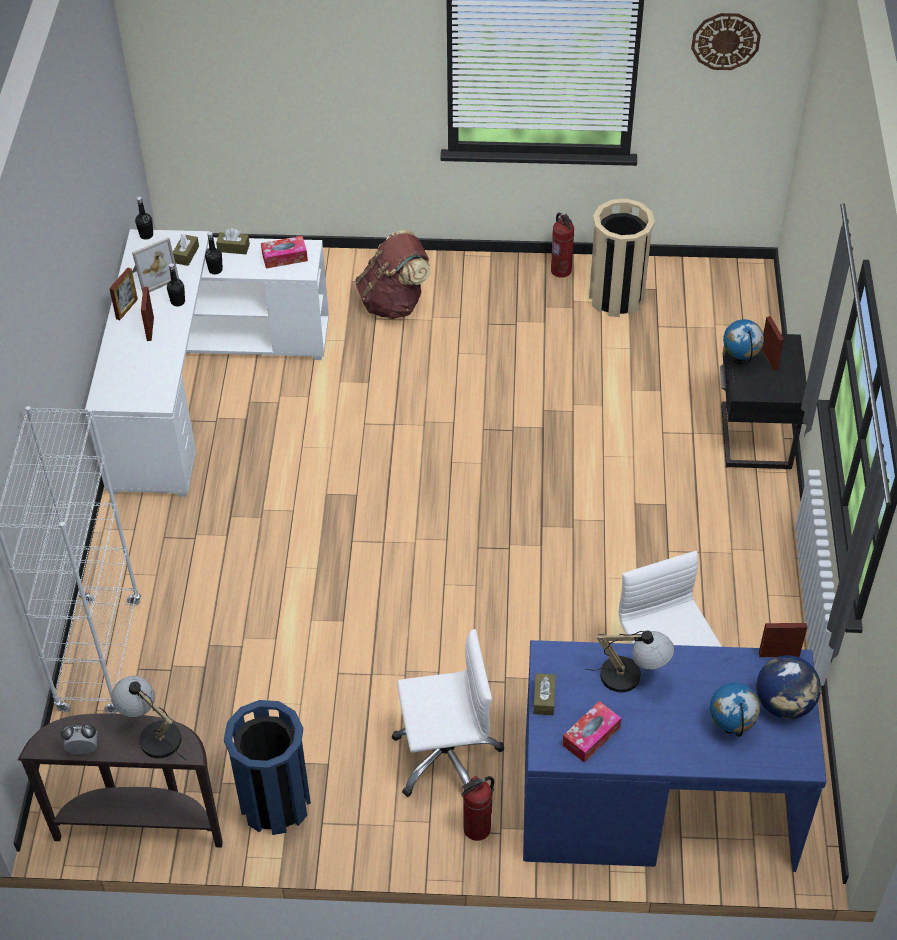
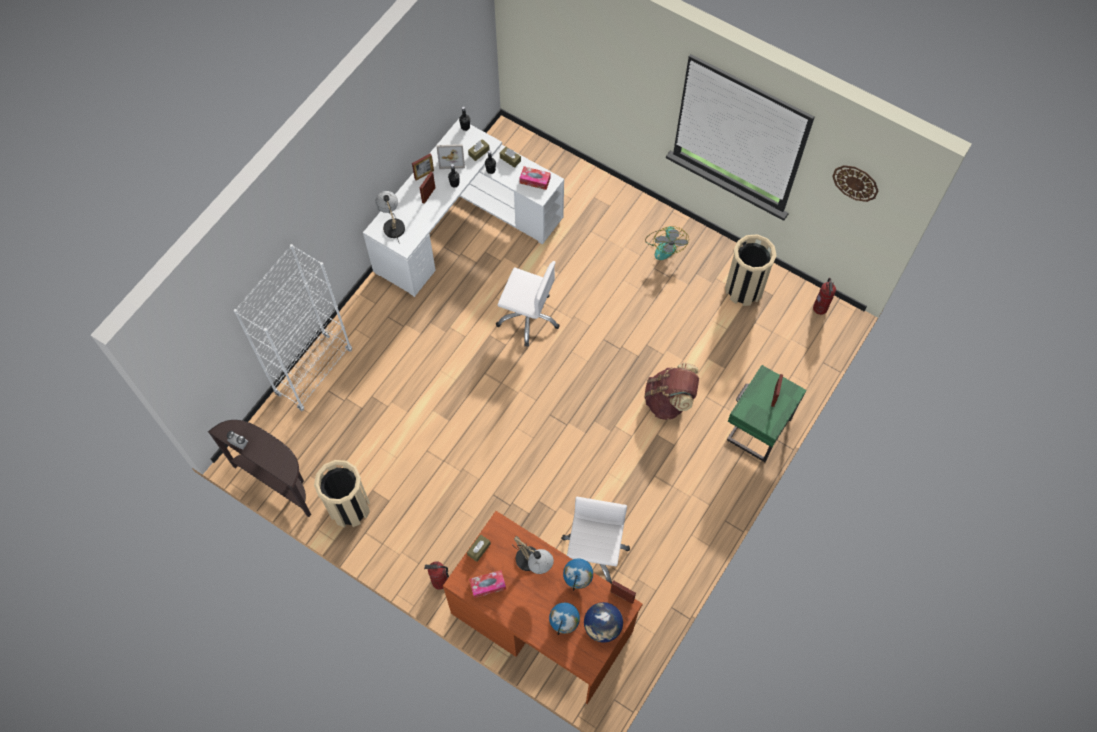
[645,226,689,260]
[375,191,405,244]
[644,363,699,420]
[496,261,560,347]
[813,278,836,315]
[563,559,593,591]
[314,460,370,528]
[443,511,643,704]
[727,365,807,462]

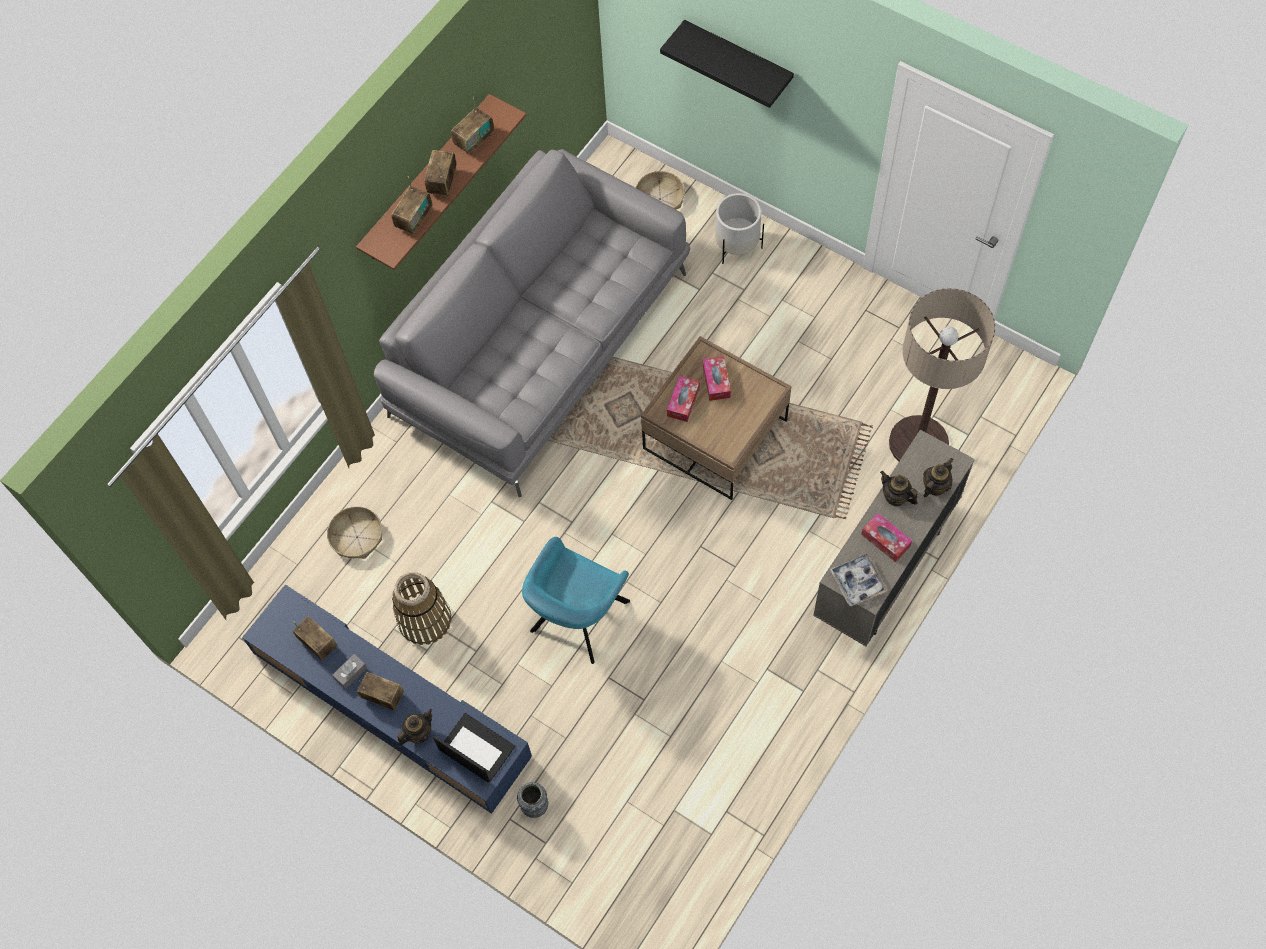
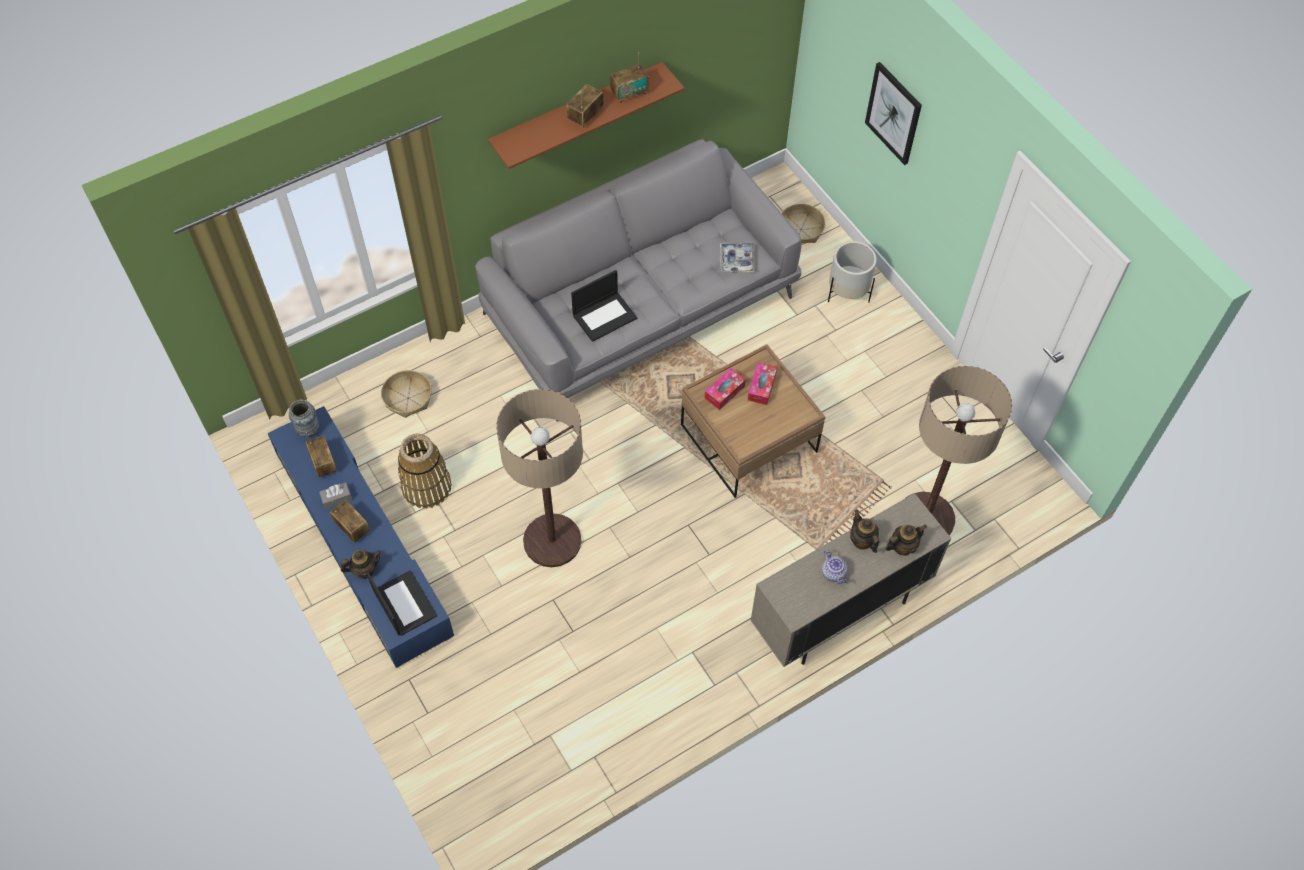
[391,176,432,235] (first image)
[571,270,637,342]
[289,400,319,437]
[720,243,755,273]
[496,389,583,567]
[865,62,922,165]
[822,550,847,584]

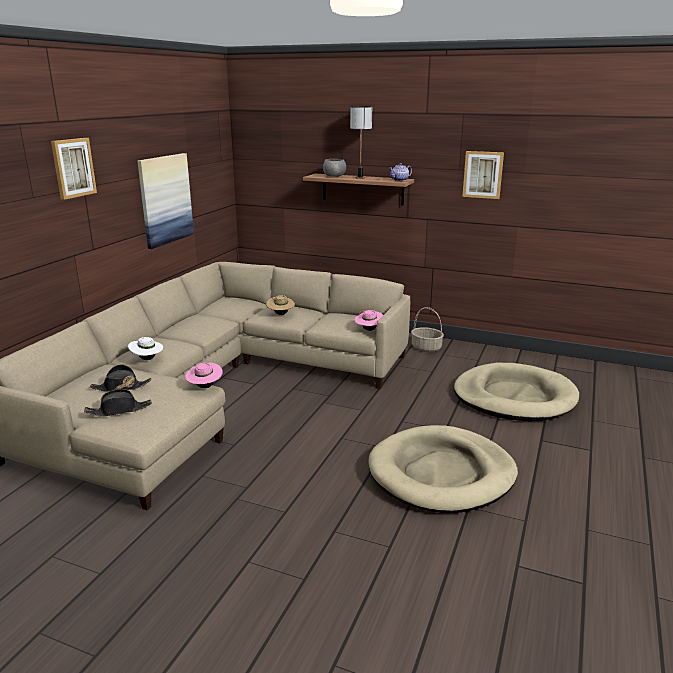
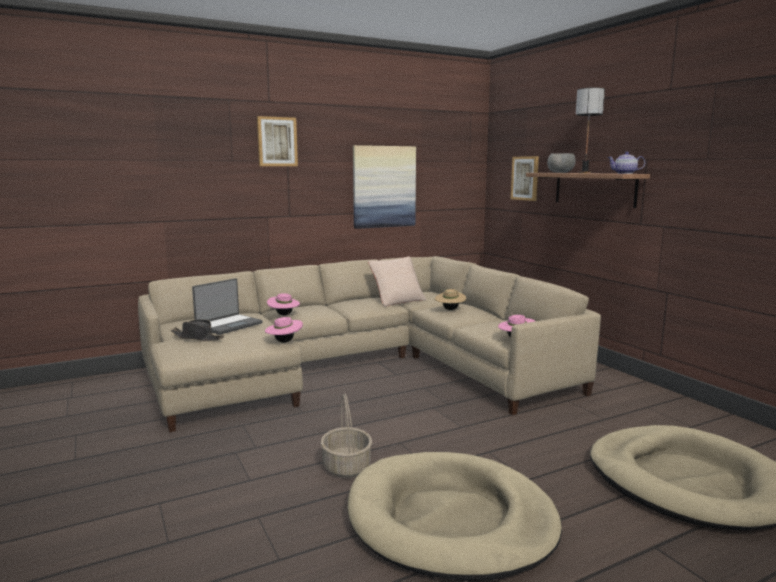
[368,256,426,307]
[320,393,372,478]
[511,156,539,201]
[192,278,263,335]
[267,293,300,315]

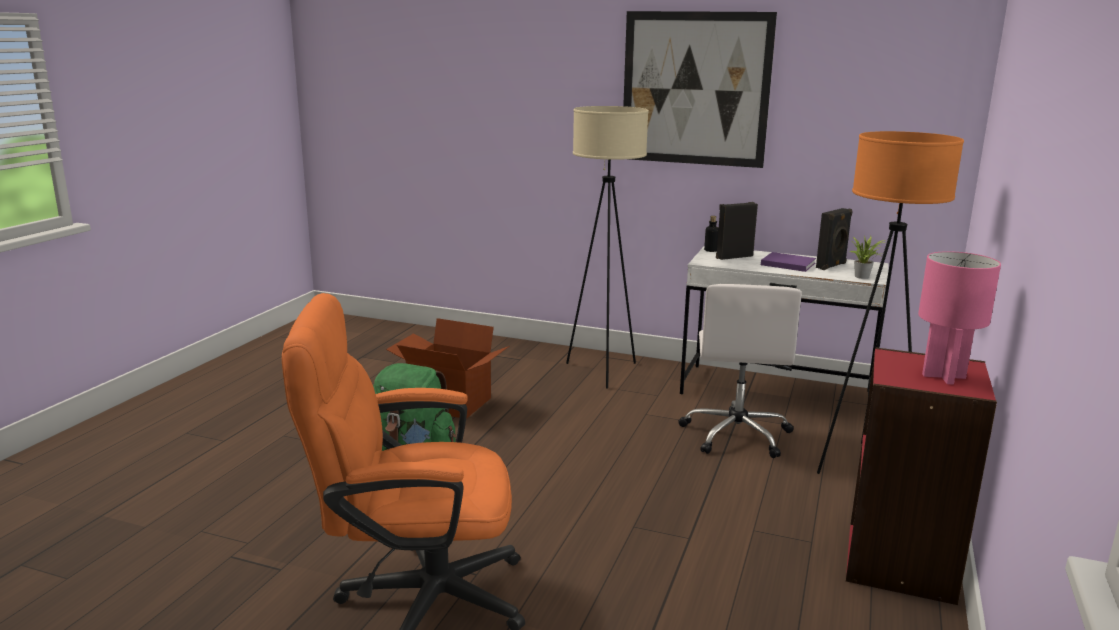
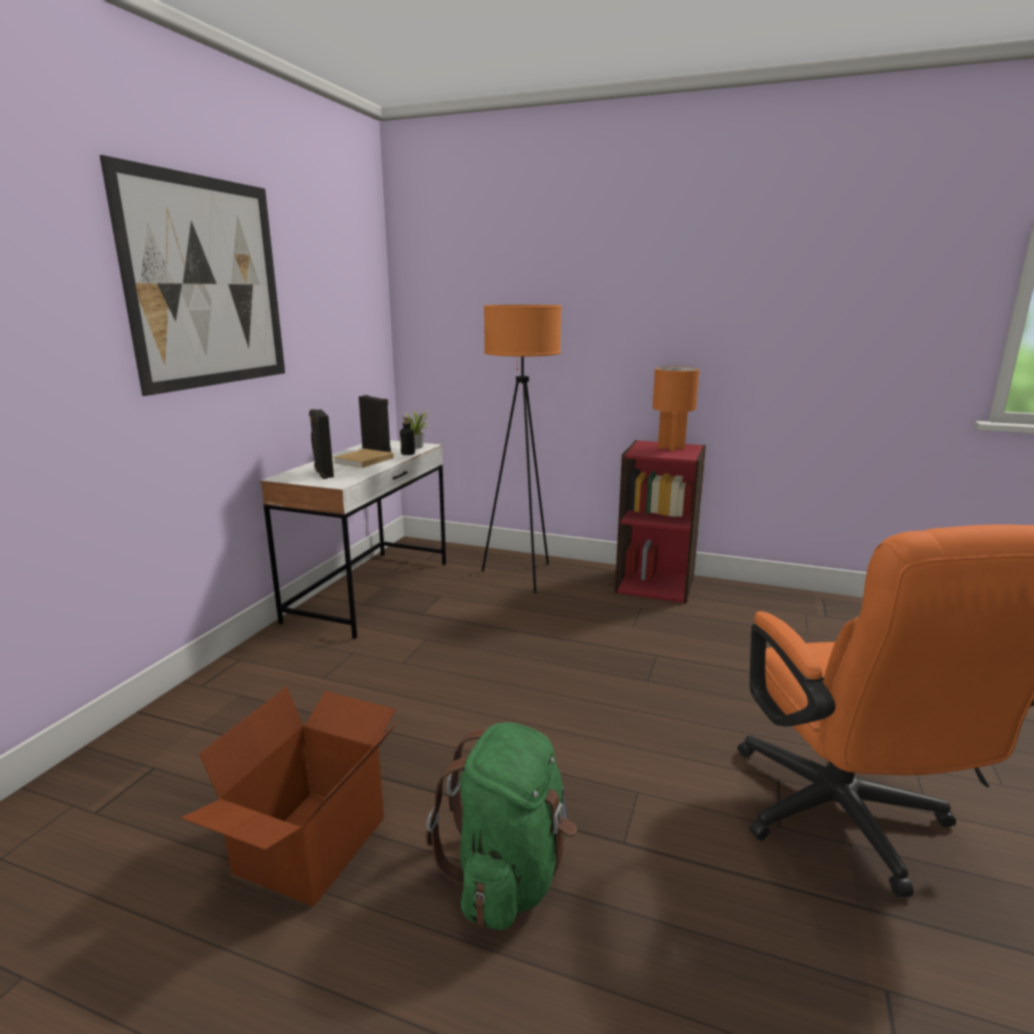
[566,106,649,389] (first image)
[679,284,802,458] (first image)
[400,417,415,455]
[333,449,394,468]
[653,366,699,451]

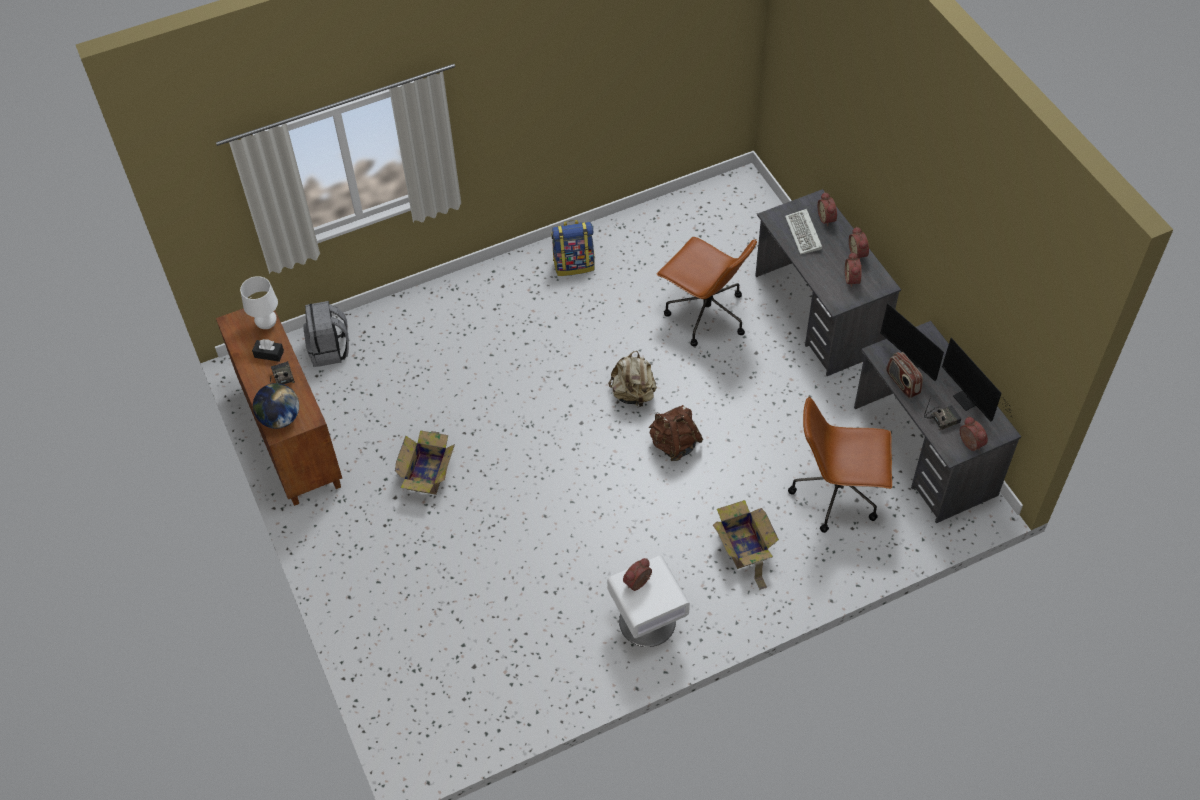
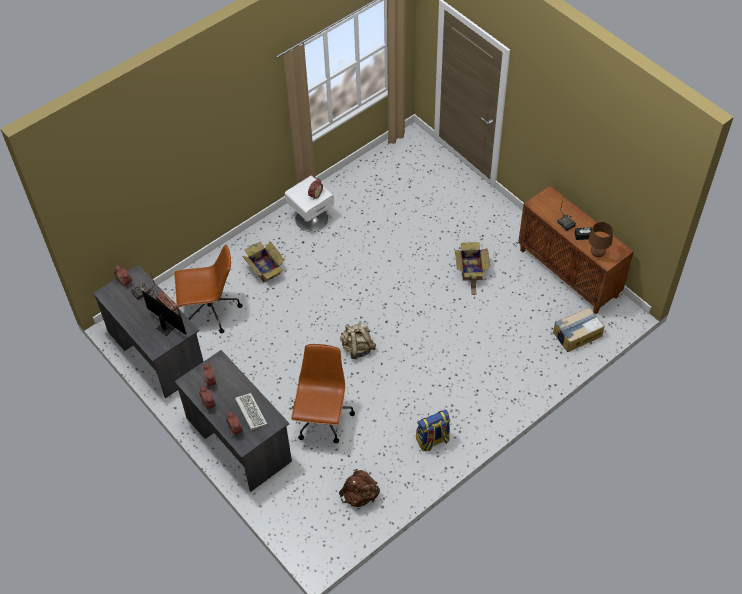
[253,383,299,429] (first image)
[942,338,1015,422] (first image)
[339,469,380,507]
[553,307,605,352]
[589,222,613,257]
[291,344,355,443]

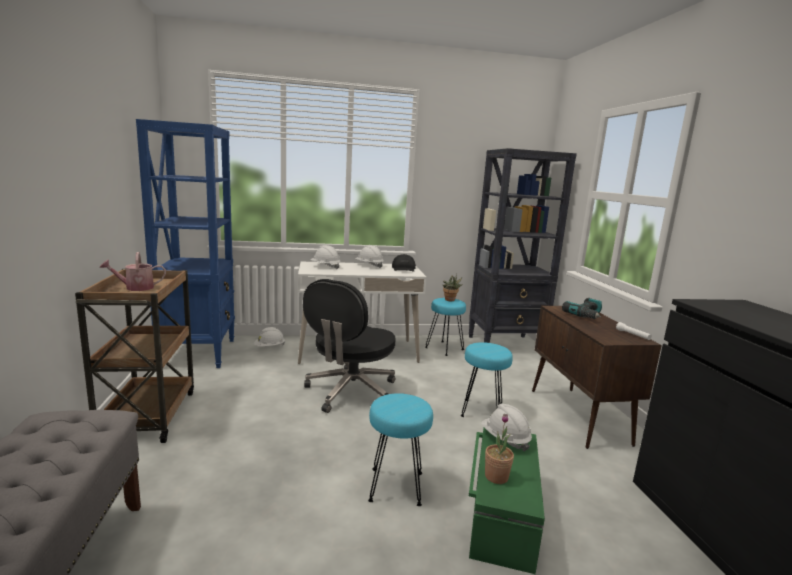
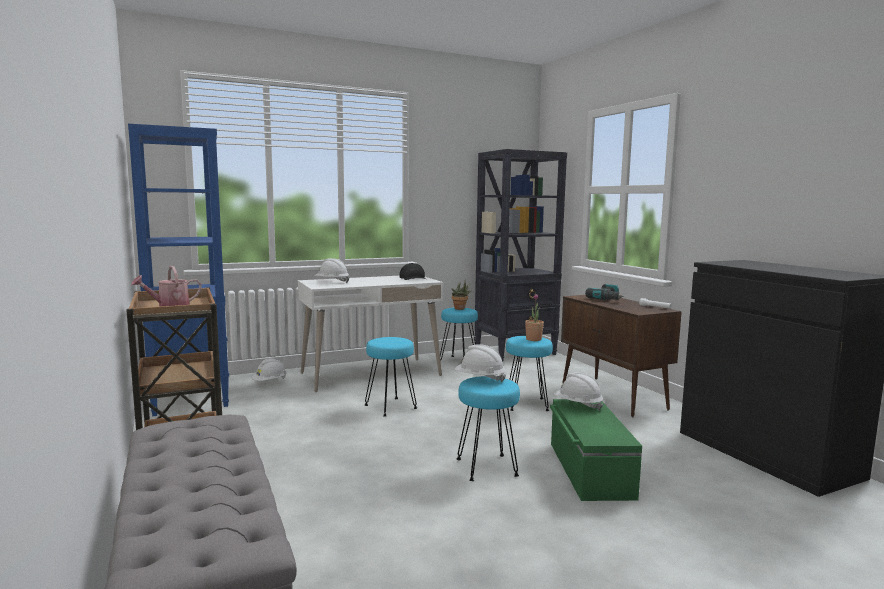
[454,344,506,382]
[525,294,544,341]
[365,337,417,417]

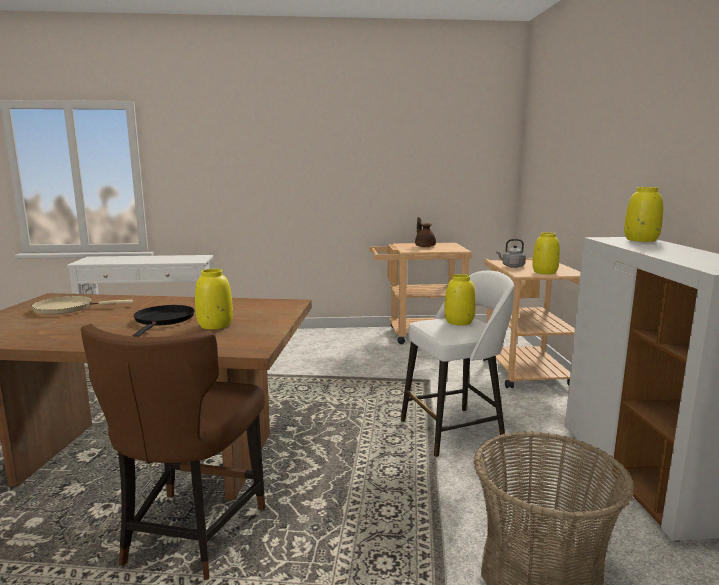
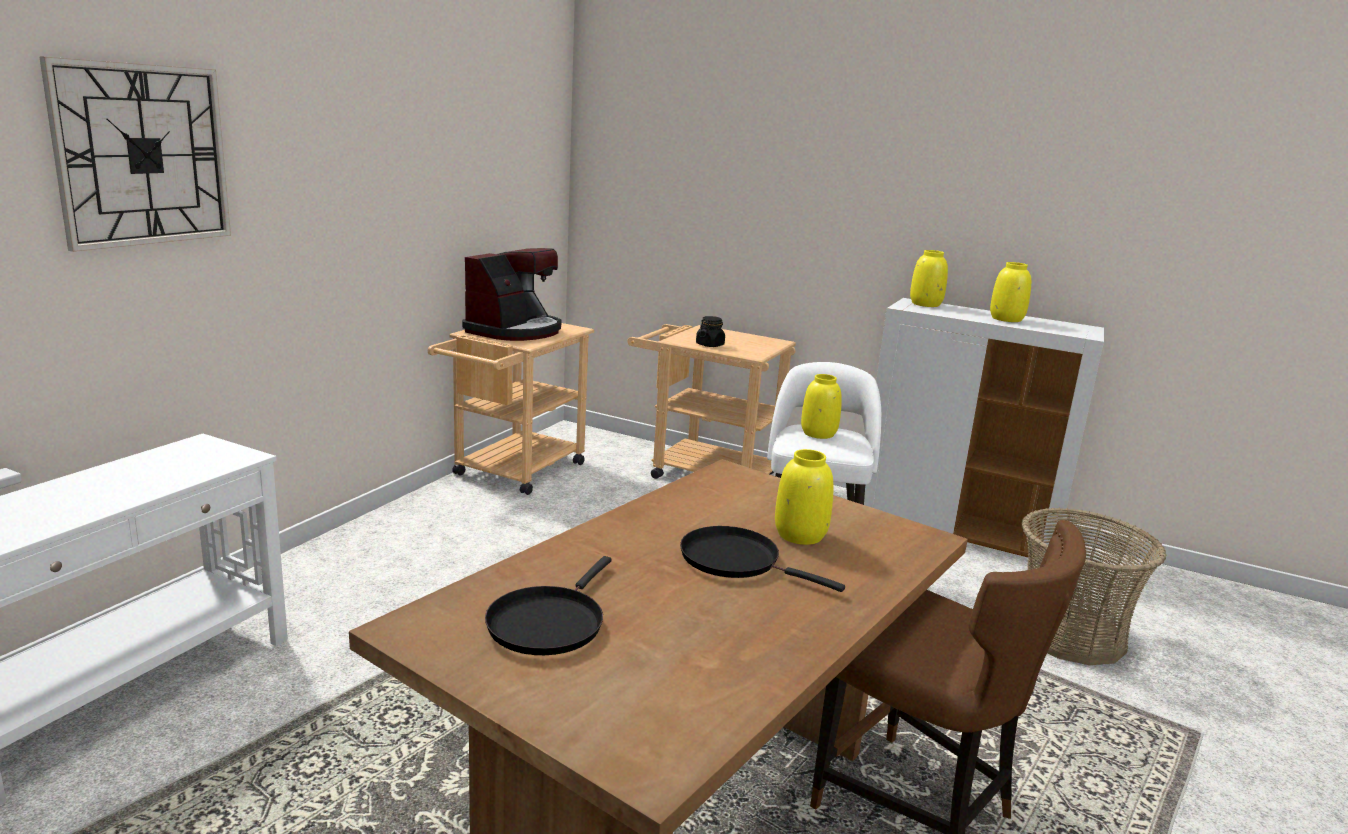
[39,56,231,252]
[990,262,1031,322]
[462,248,561,341]
[696,316,725,347]
[485,556,612,655]

